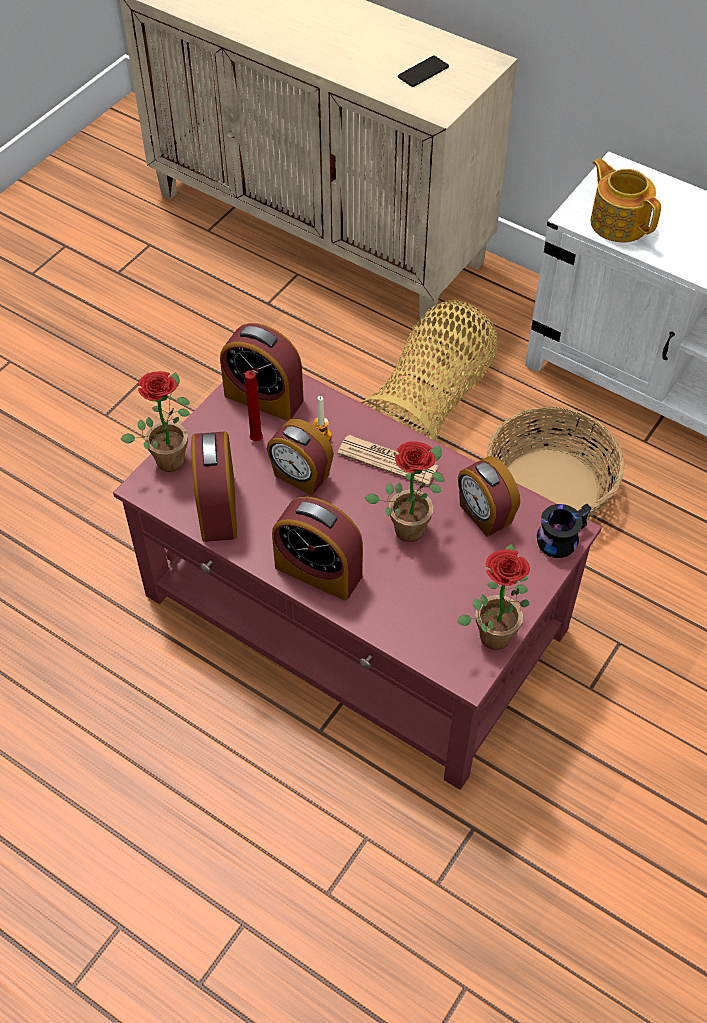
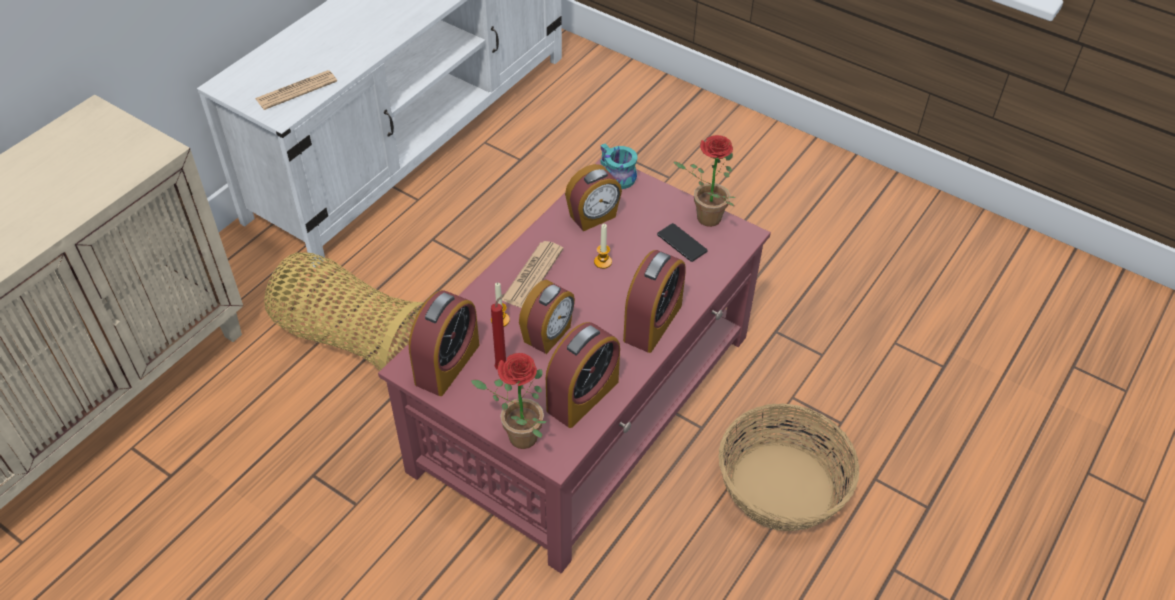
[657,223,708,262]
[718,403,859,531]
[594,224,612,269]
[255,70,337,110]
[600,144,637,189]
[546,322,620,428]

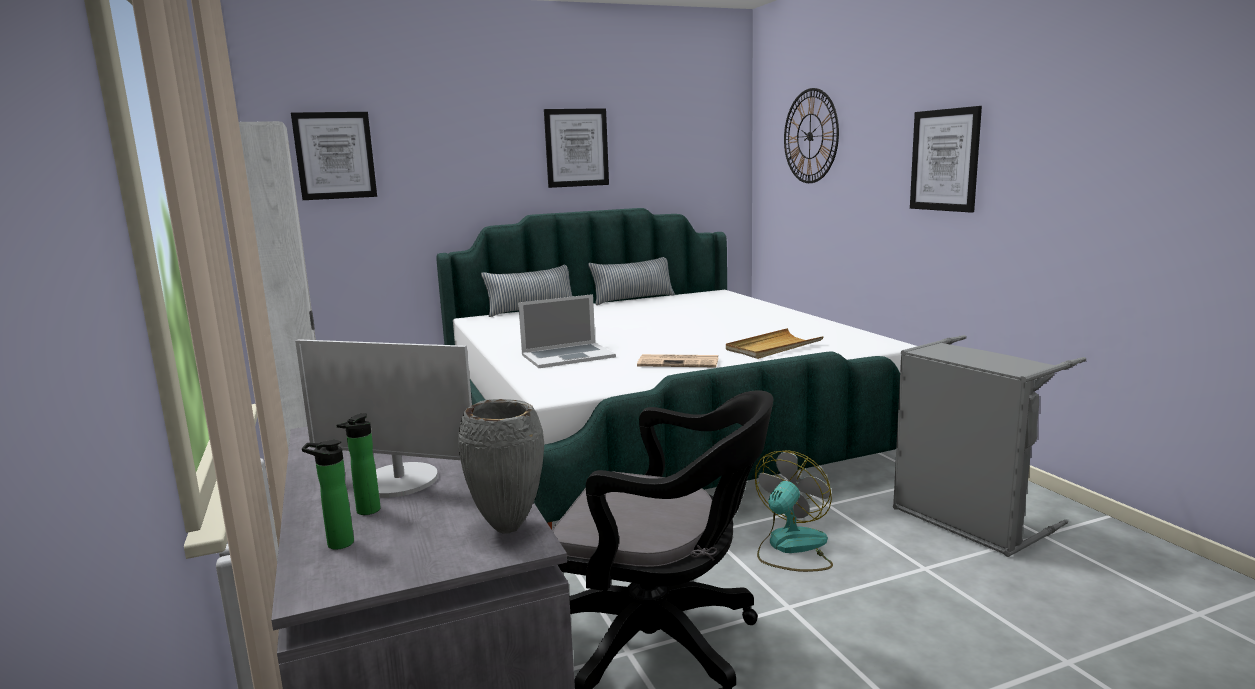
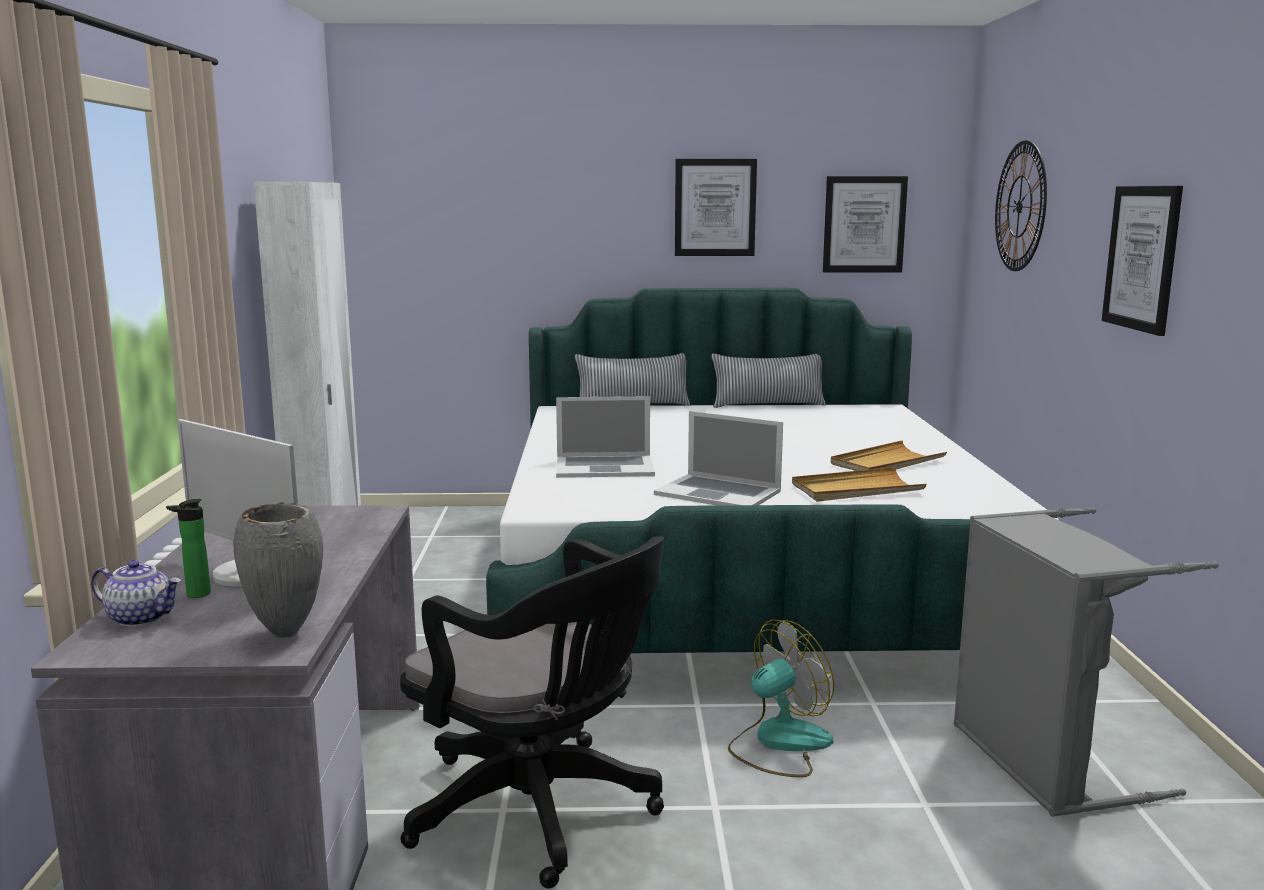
[831,440,947,471]
[823,176,908,273]
[91,560,181,627]
[654,411,783,505]

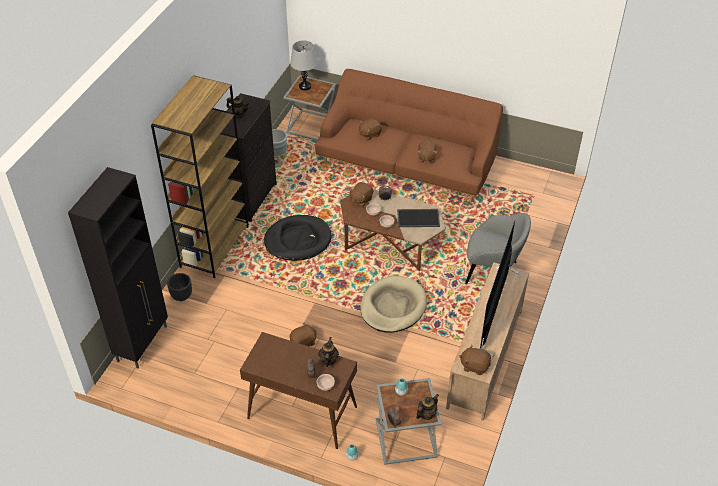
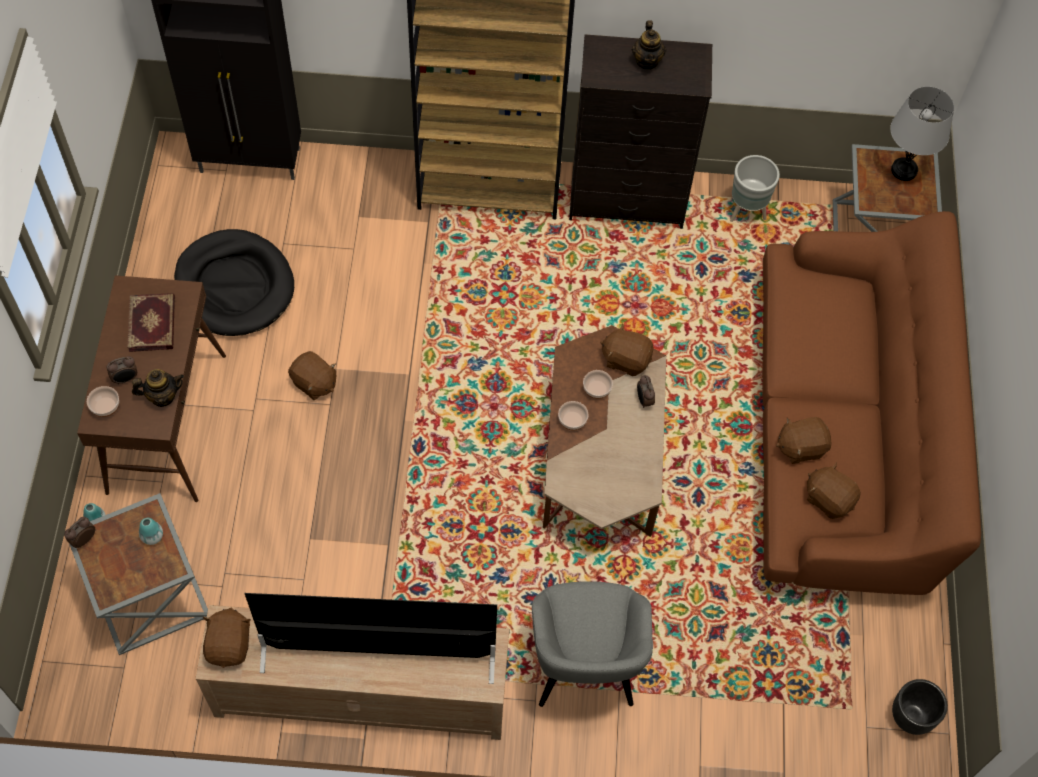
[360,276,427,333] (first image)
[397,209,440,227] (first image)
[416,394,439,420] (first image)
[127,293,175,352]
[892,679,948,735]
[174,229,294,336]
[807,462,861,519]

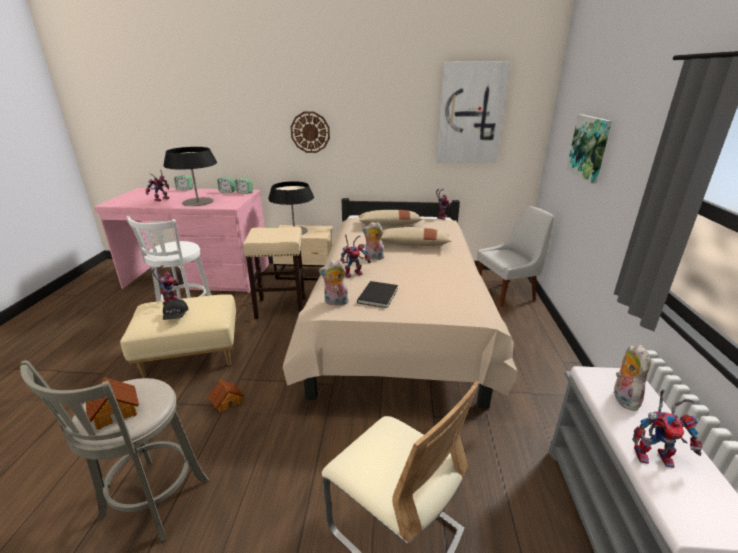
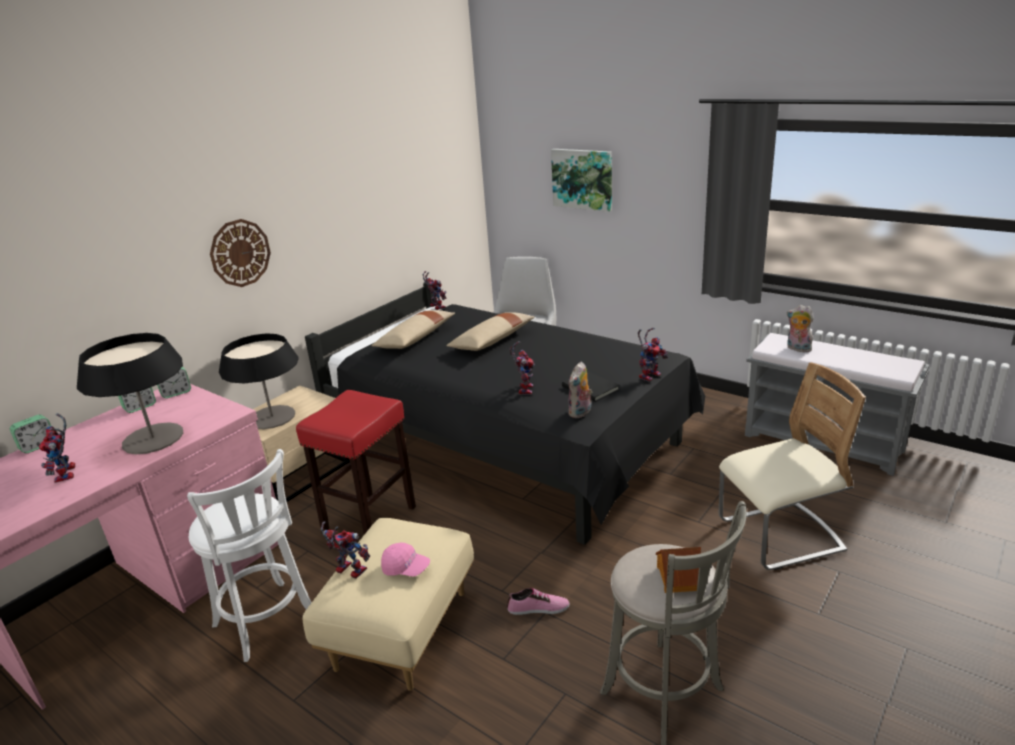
[362,222,384,260] (first image)
[437,62,510,163] (first image)
[638,328,668,382]
[507,588,570,615]
[381,543,430,576]
[296,390,416,535]
[305,281,705,545]

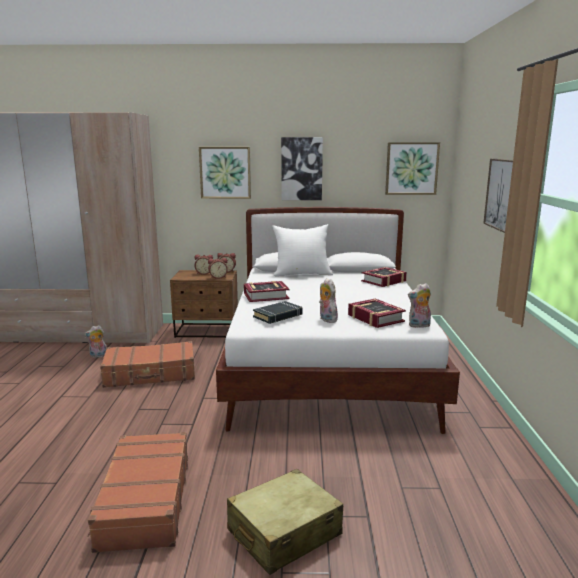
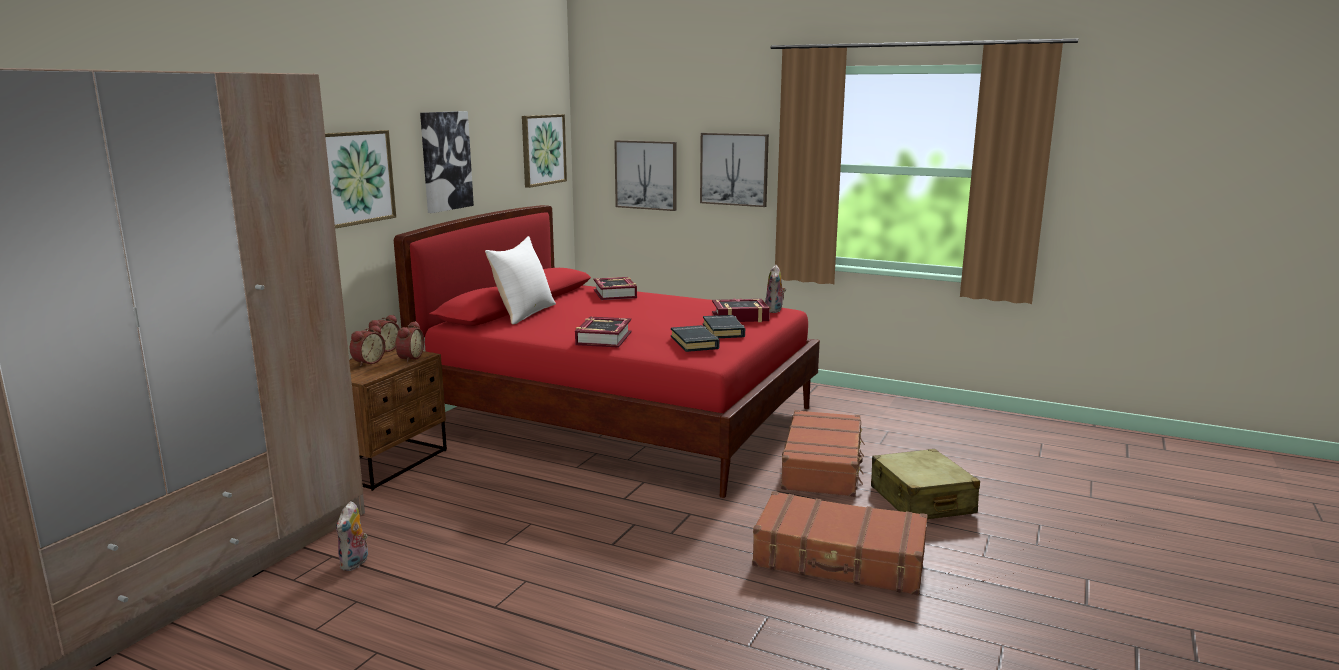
[614,140,677,211]
[781,410,865,497]
[703,315,745,338]
[394,205,820,498]

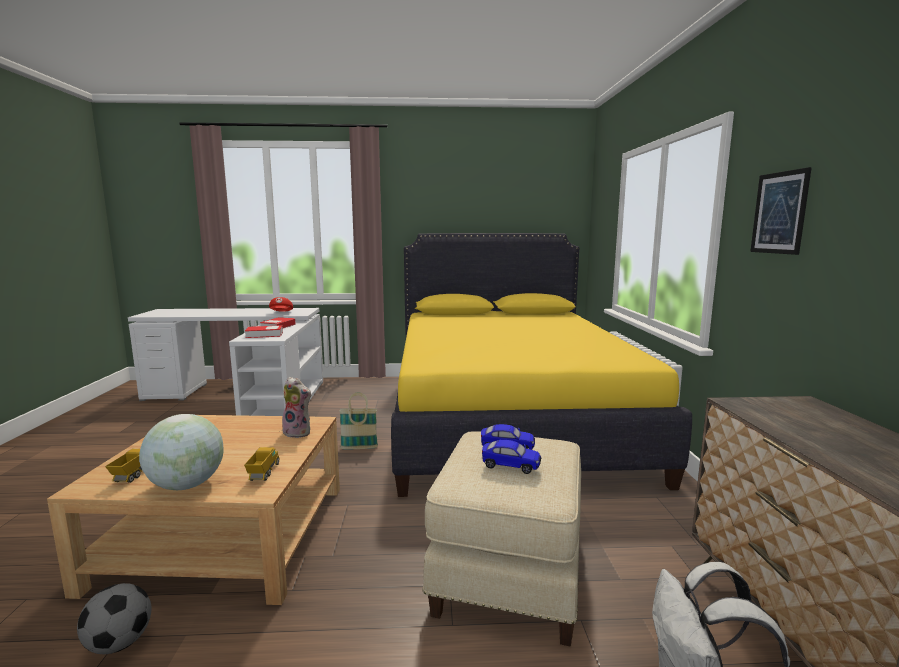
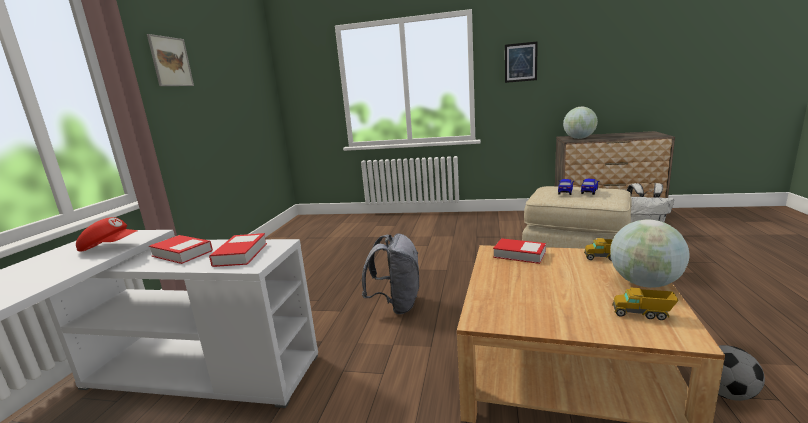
[391,233,692,497] (first image)
[147,34,194,86]
[563,107,598,139]
[493,238,546,264]
[362,234,419,314]

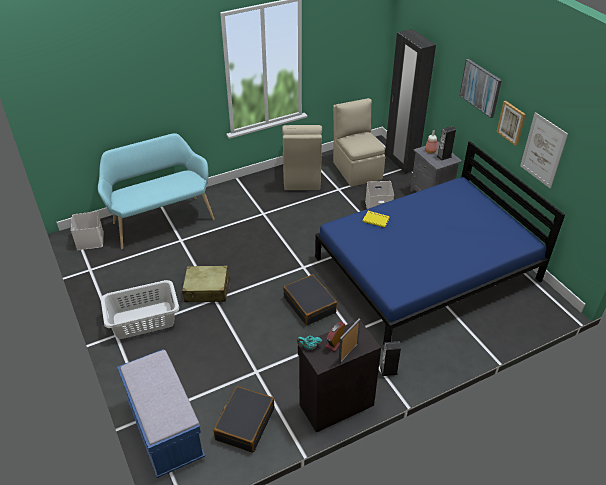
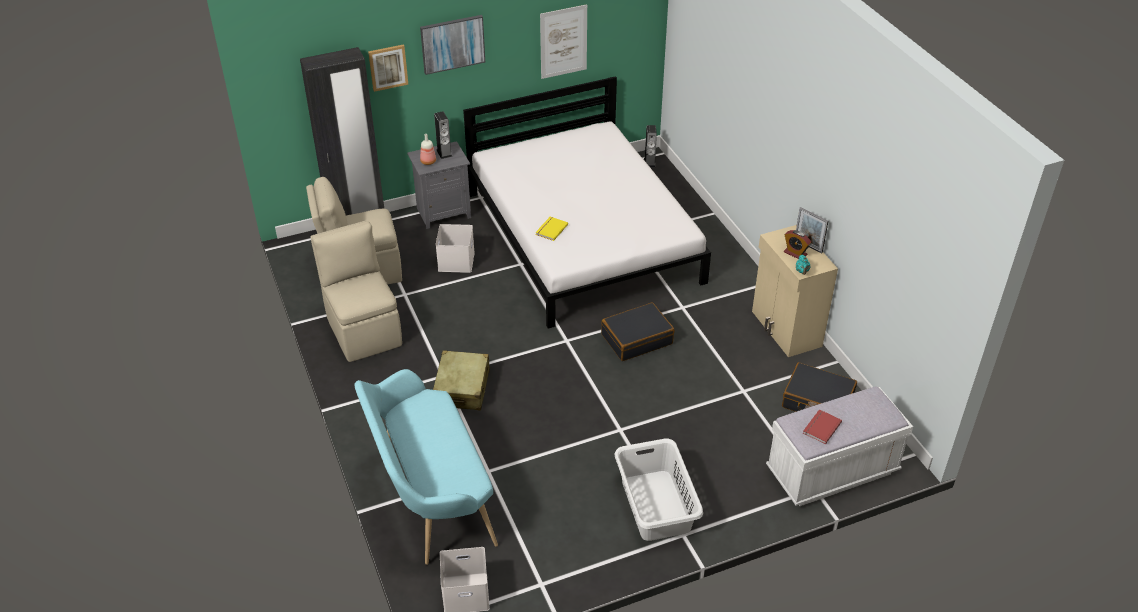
[803,409,842,444]
[433,350,490,411]
[644,125,657,167]
[368,44,409,92]
[766,386,913,506]
[752,225,838,357]
[463,76,711,329]
[310,221,402,362]

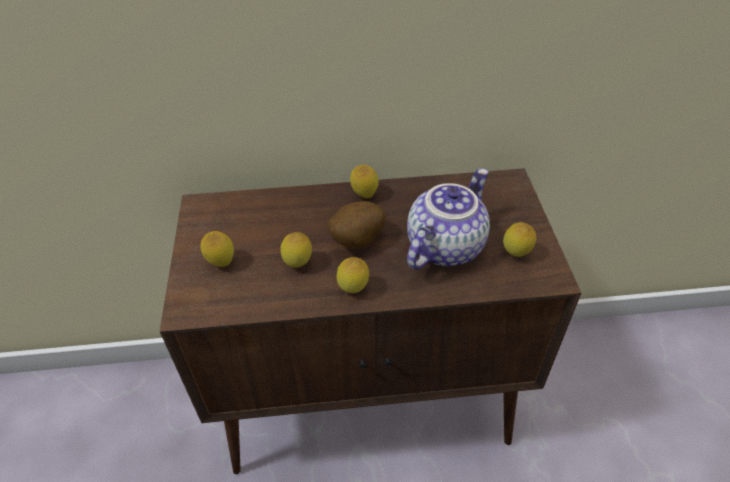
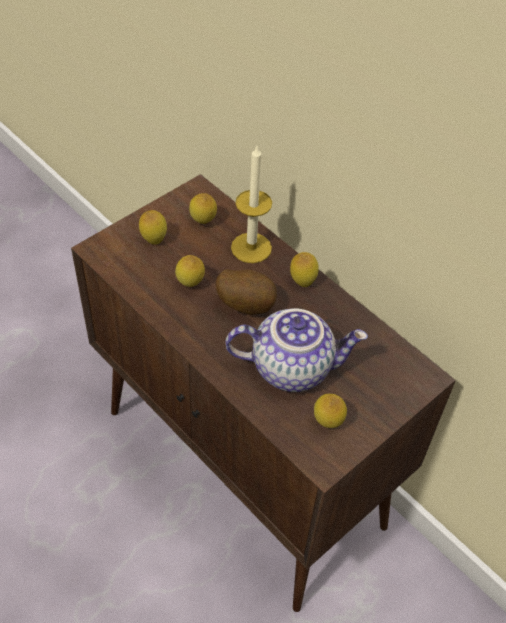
[231,146,272,263]
[189,193,217,224]

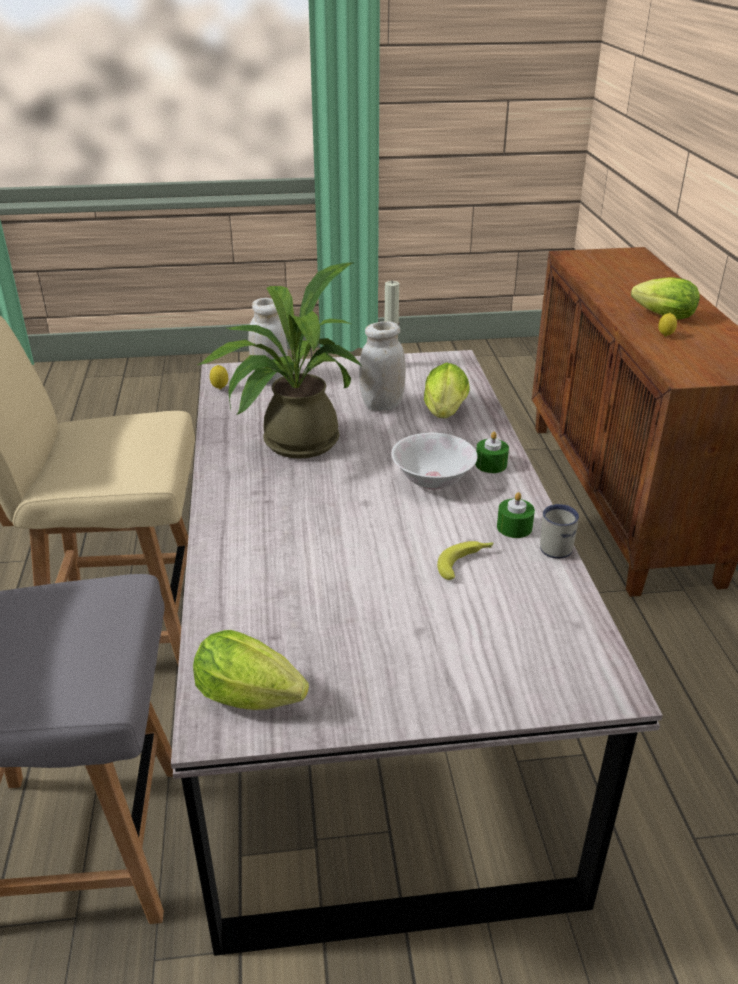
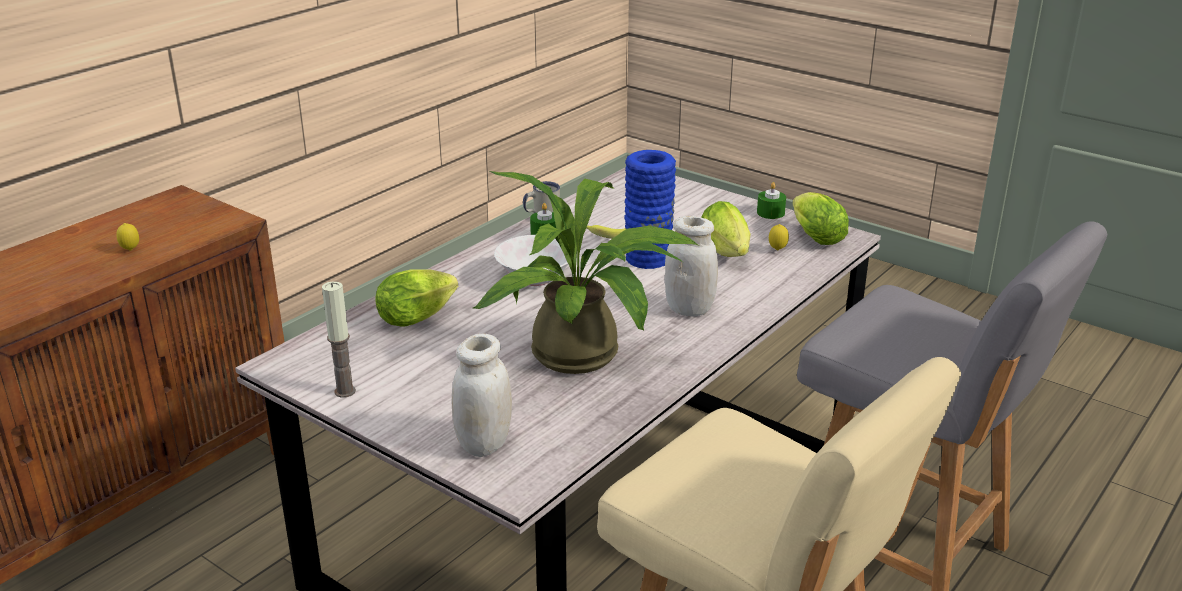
[624,150,676,269]
[769,224,789,250]
[665,216,718,317]
[757,182,786,219]
[701,201,751,257]

